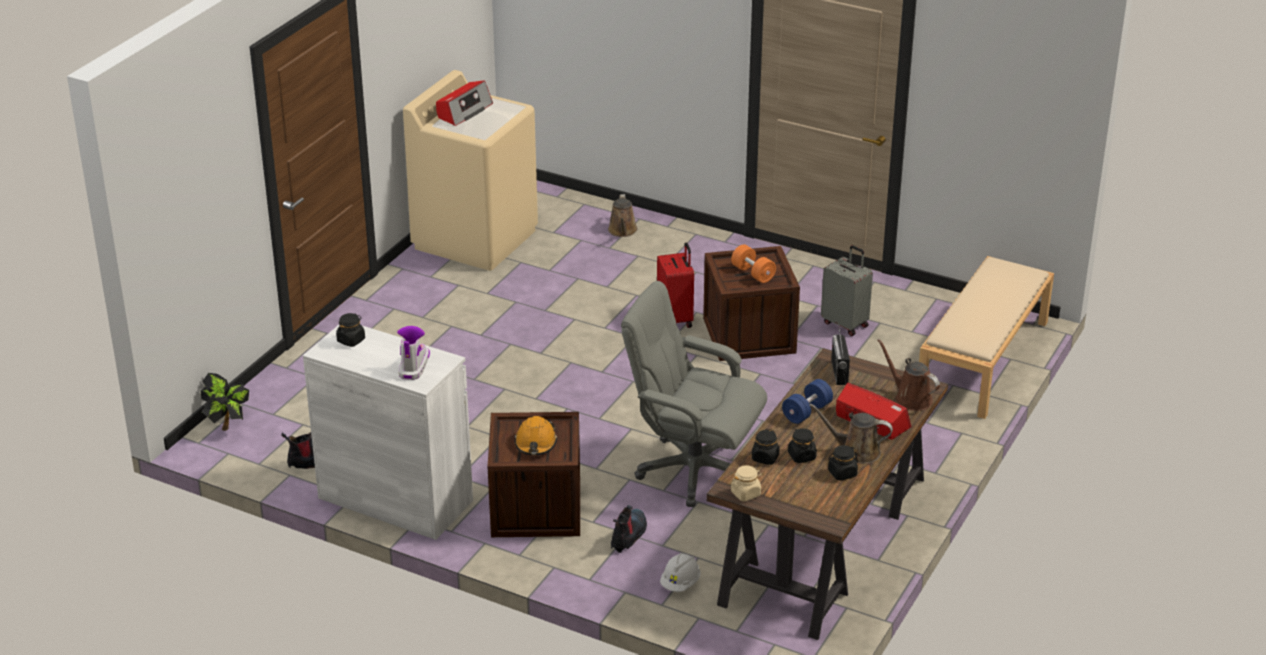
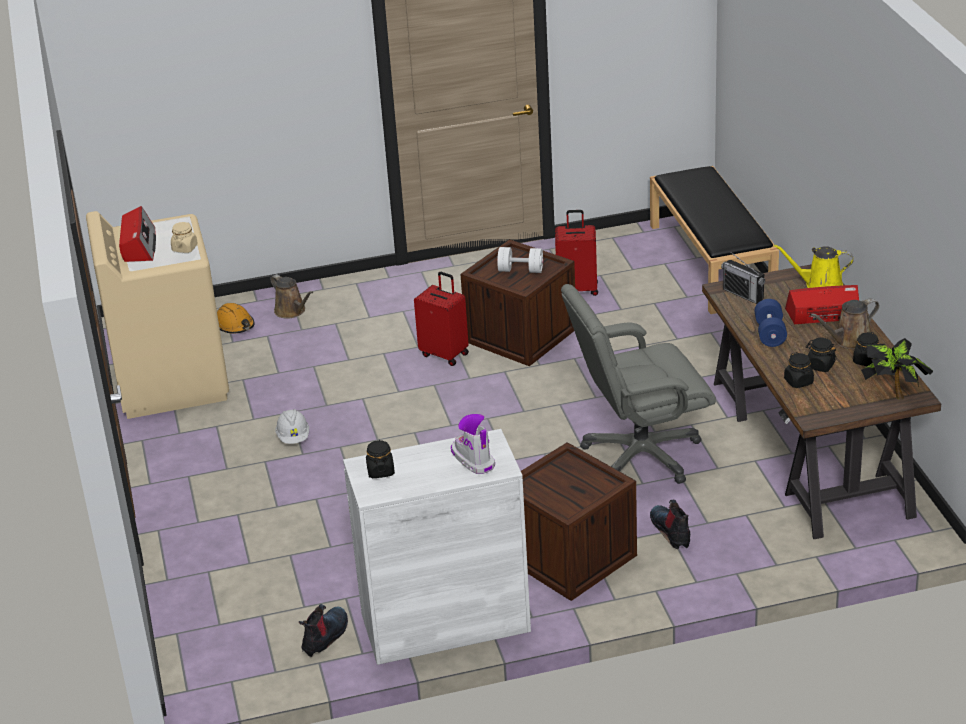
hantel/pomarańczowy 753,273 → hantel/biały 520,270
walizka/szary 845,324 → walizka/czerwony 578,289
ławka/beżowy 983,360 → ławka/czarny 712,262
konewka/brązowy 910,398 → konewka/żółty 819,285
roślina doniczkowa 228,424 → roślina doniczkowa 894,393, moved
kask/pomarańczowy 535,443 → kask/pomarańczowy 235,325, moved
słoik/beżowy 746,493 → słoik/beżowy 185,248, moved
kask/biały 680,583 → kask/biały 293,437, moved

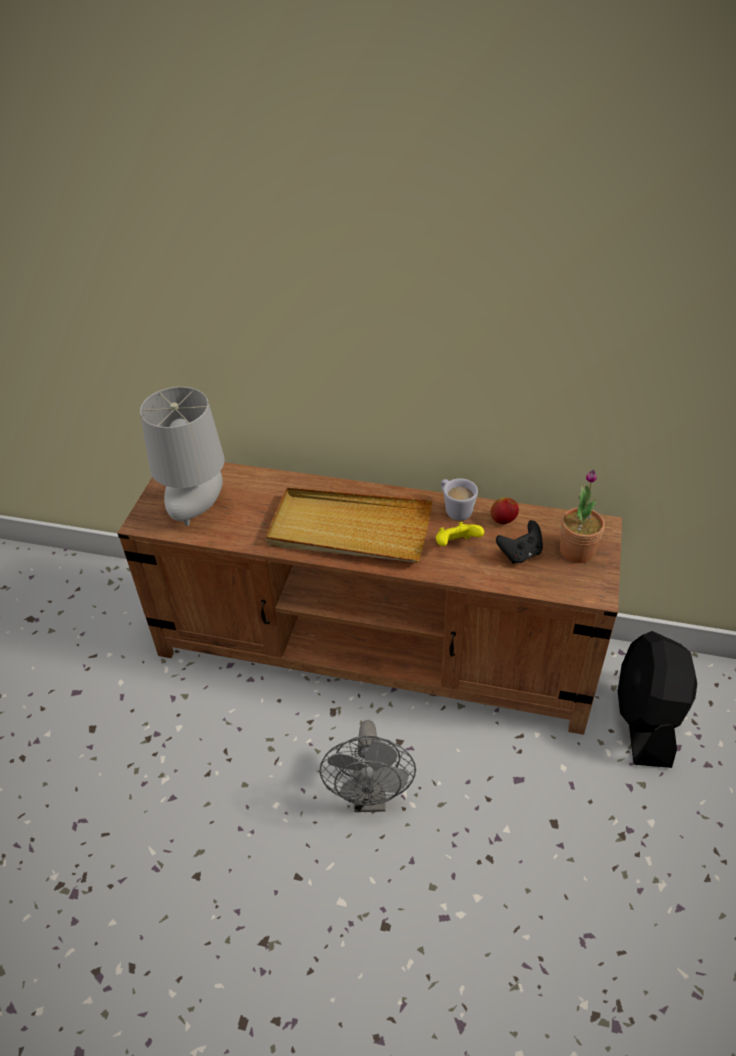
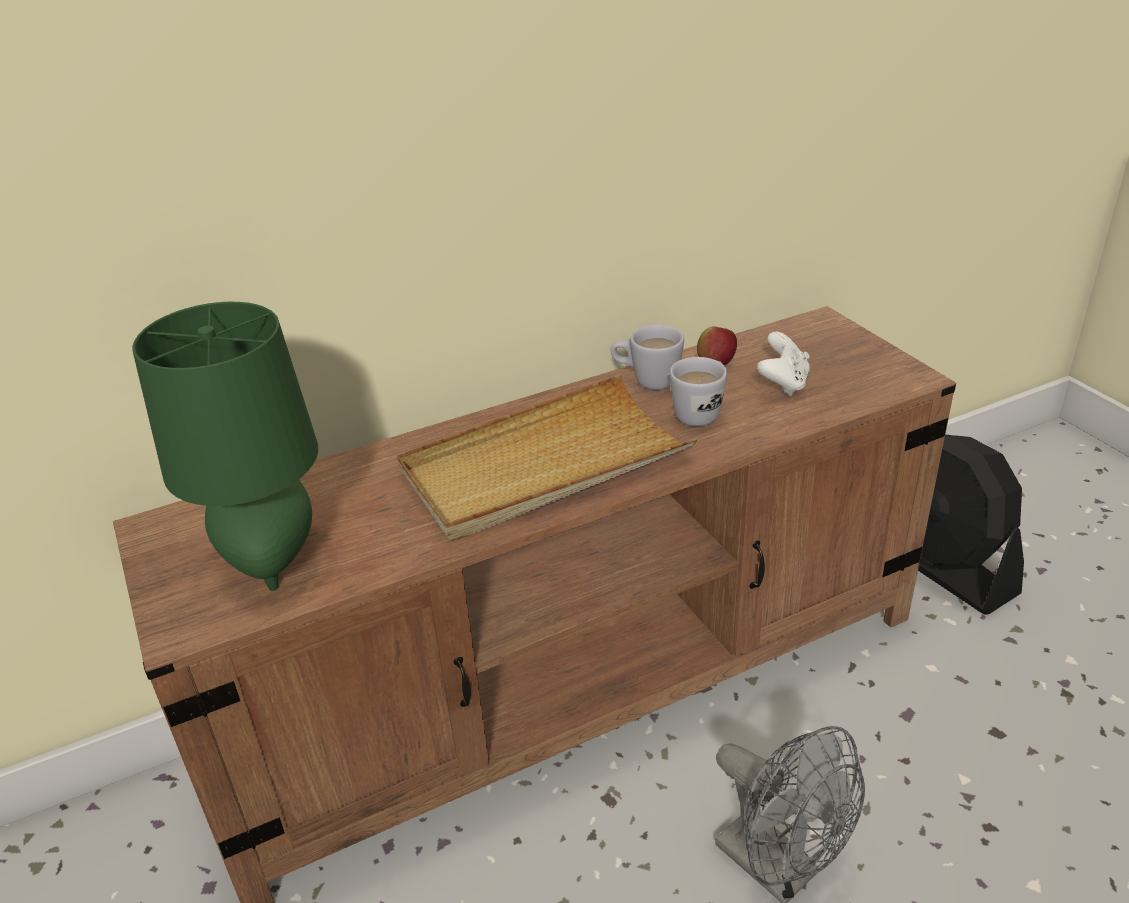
lampa stołowa/szary 198,510 → lampa stołowa/zielony 269,561
roślina doniczkowa 577,551 → -
pad do gier/czarny 520,554 → pad do gier/biały 783,384
pad do gier/żółty 456,545 → kubek/biały 701,412

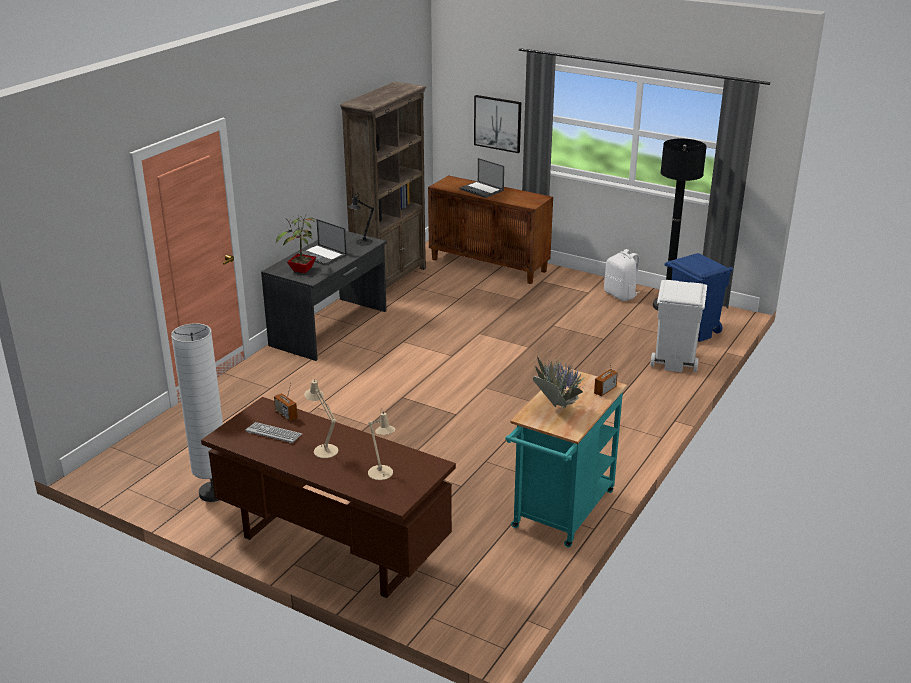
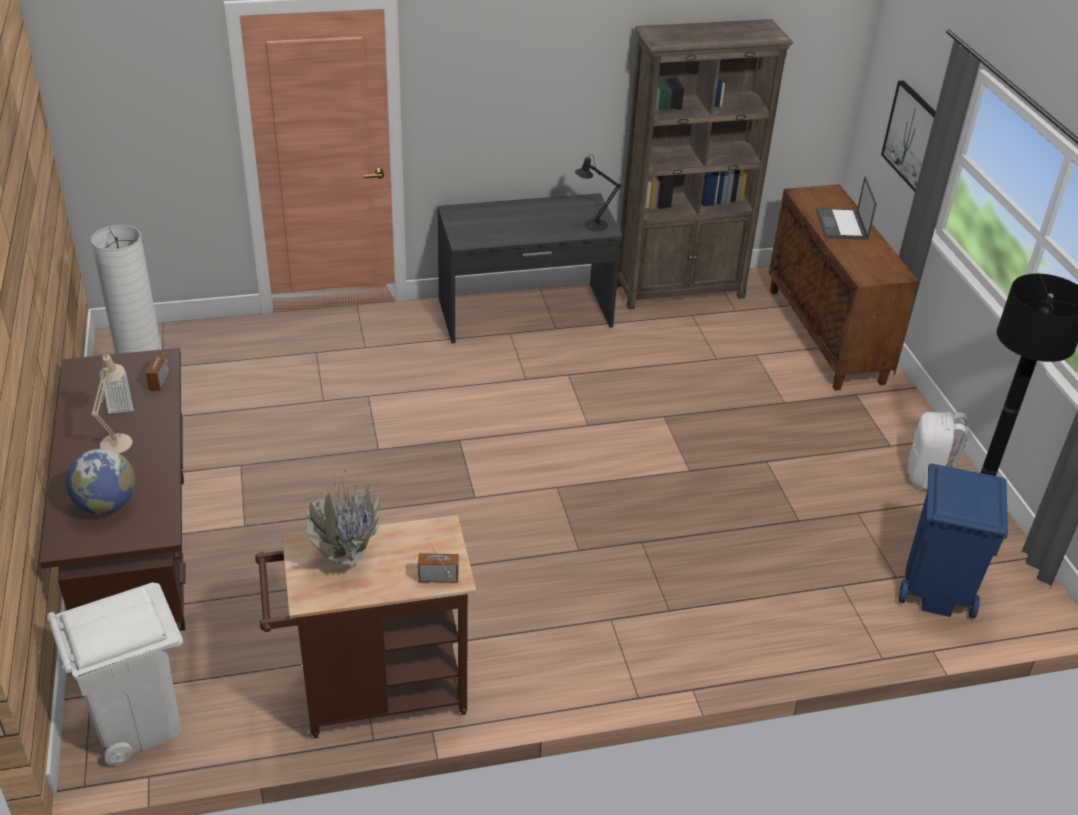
roślina doniczkowa 301,270 → -
laptop 322,255 → -
kosz na śmieci/biały 674,361 → kosz na śmieci/biały 137,721, moved
wózek/turkusowy 560,514 → wózek/brązowy 372,694
lampa stołowa/beżowy 382,474 → globus 106,505

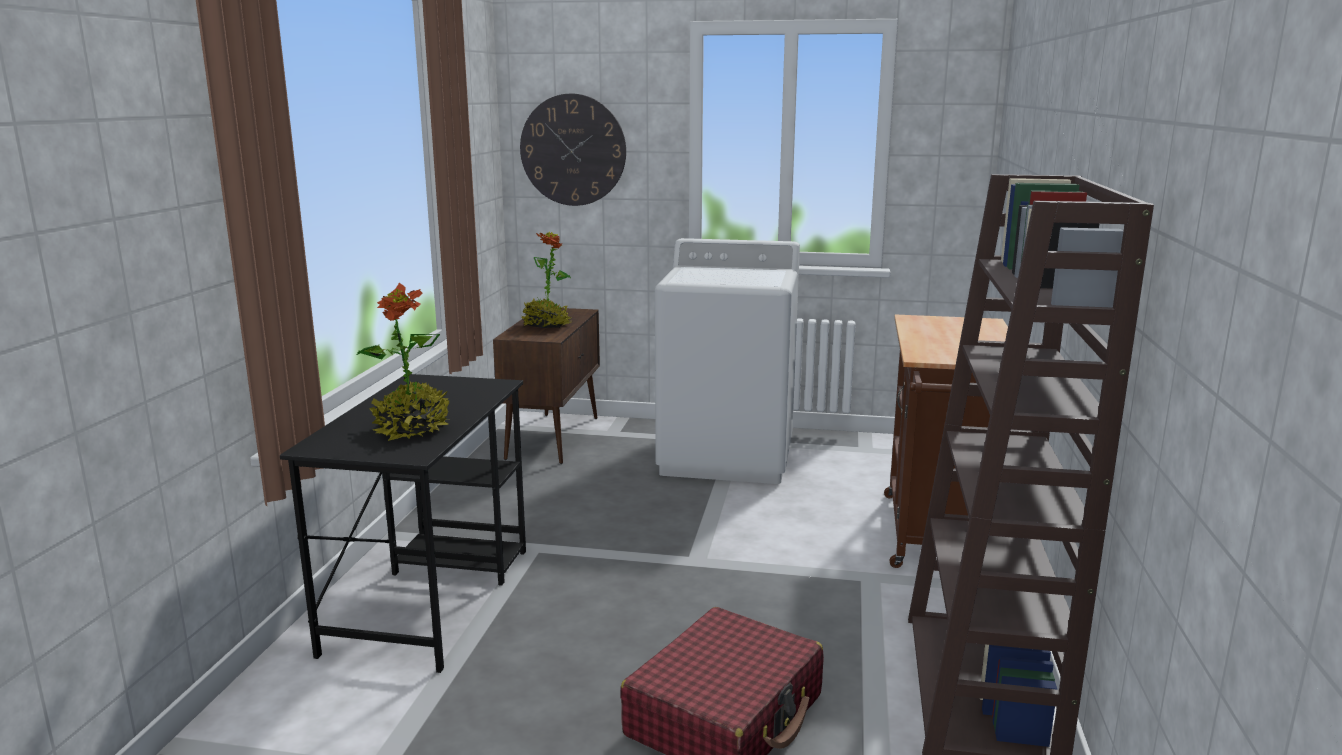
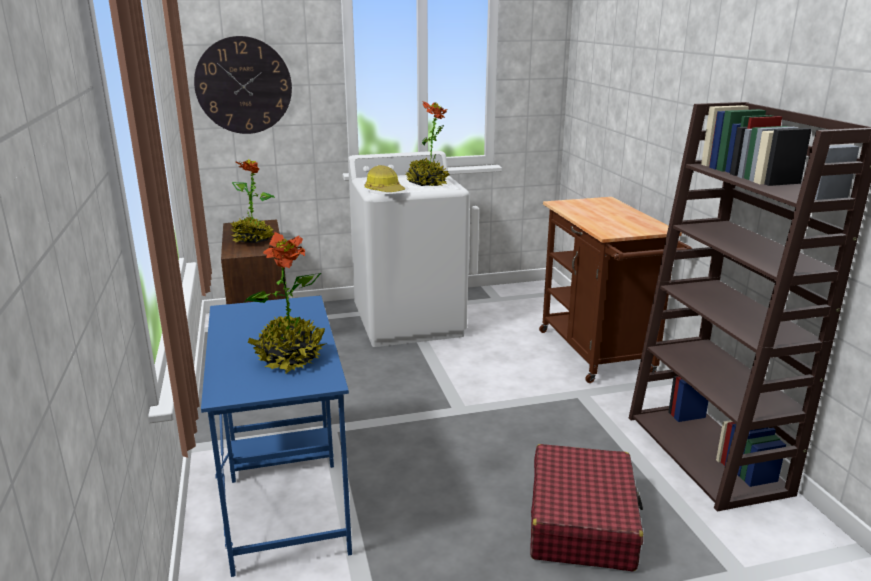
biurko/czarny 431,598 → biurko/niebieski 285,494
- → roślina doniczkowa 427,184
- → kask 385,191

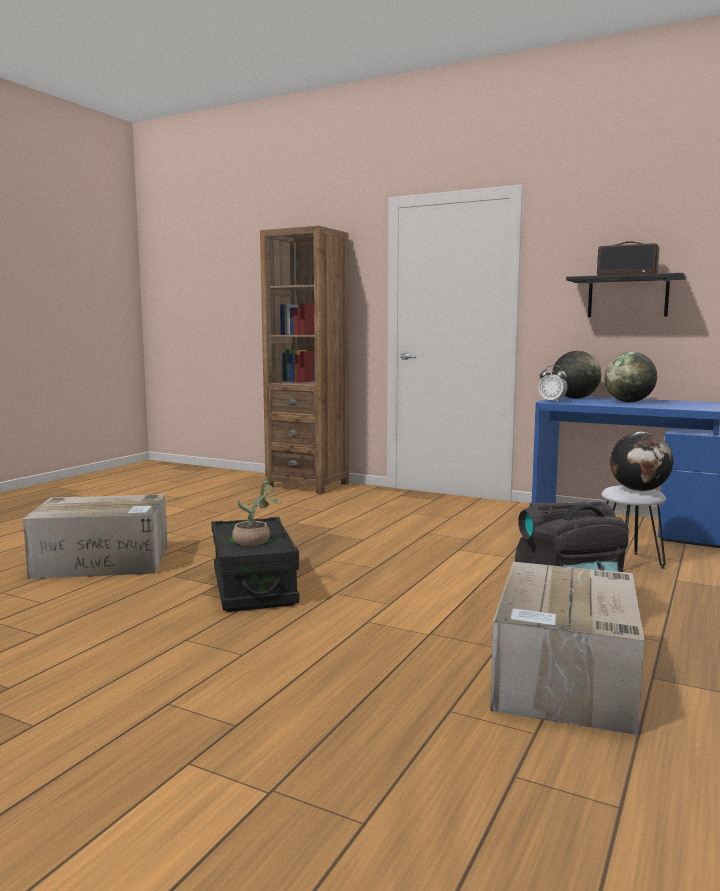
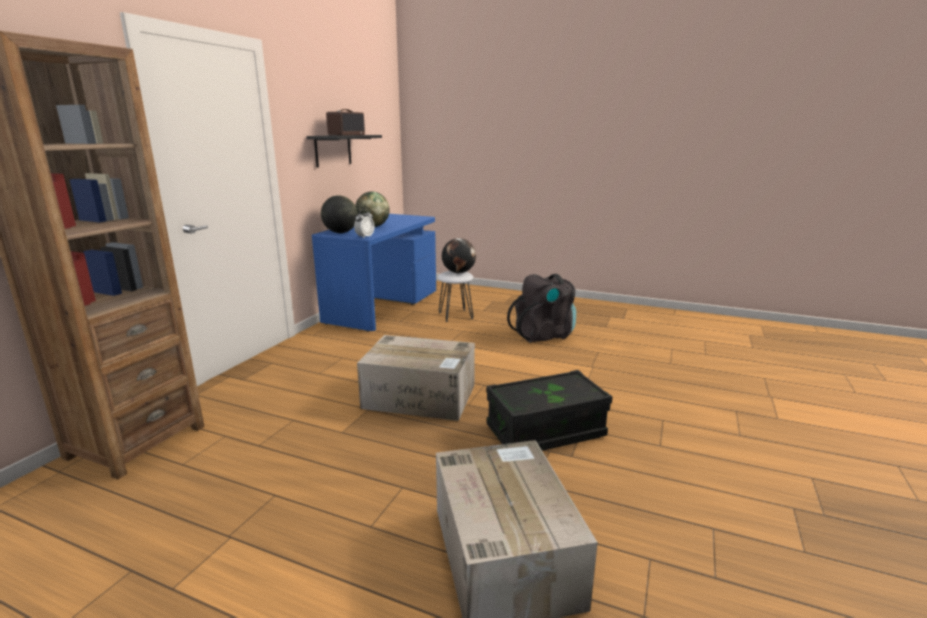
roślina doniczkowa 256,541 → -
karton 565,679 → karton 421,396, moved

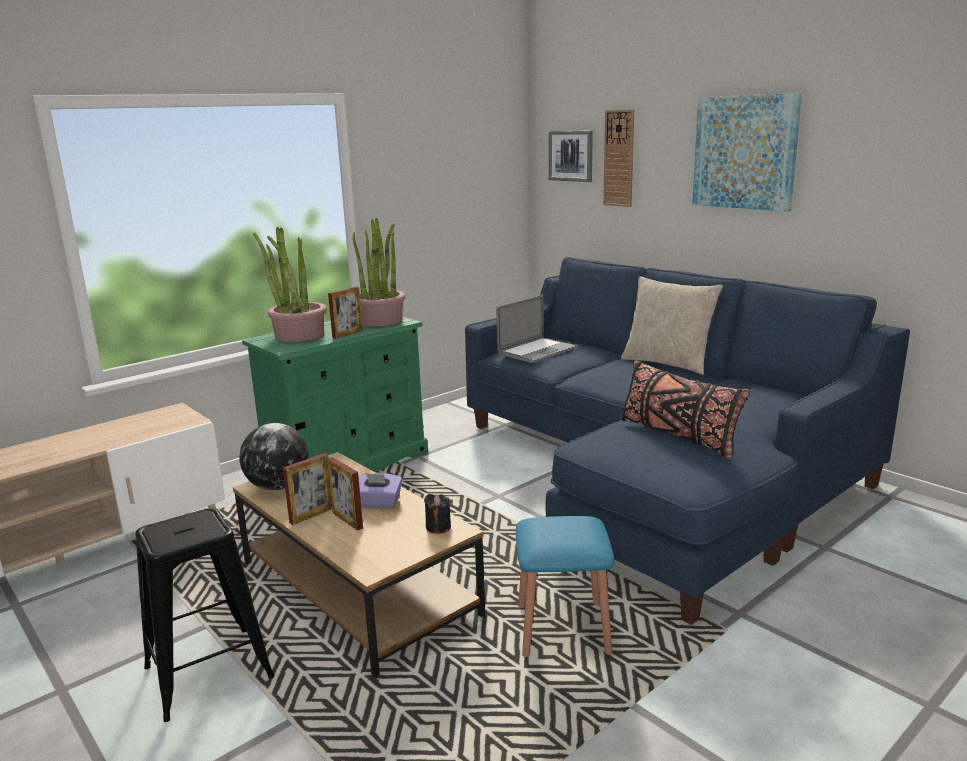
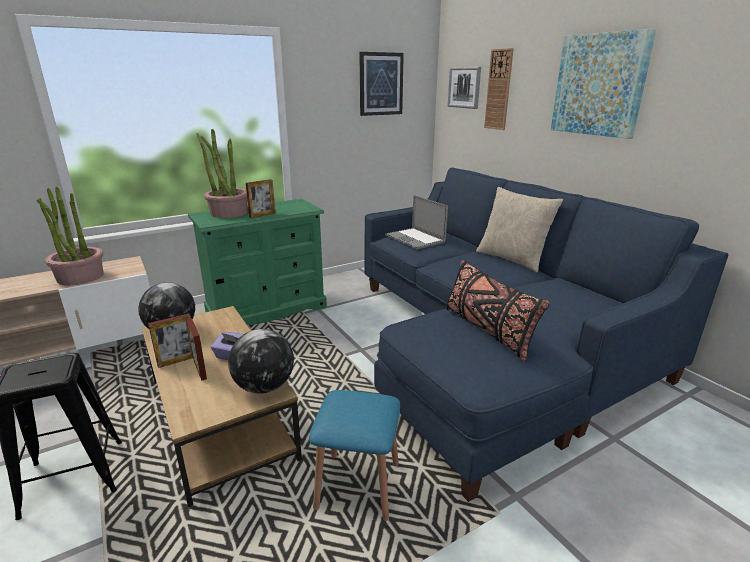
roślina doniczkowa 380,320 → roślina doniczkowa 80,277, moved
laptop 537,351 → laptop 415,238, 90 degrees clockwise
świeca/czarny 438,527 → globus 264,387
- → obraz 381,84

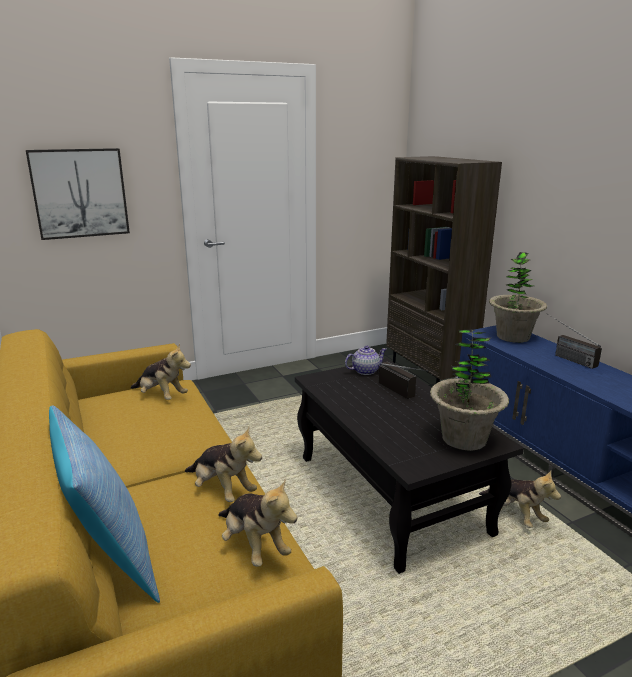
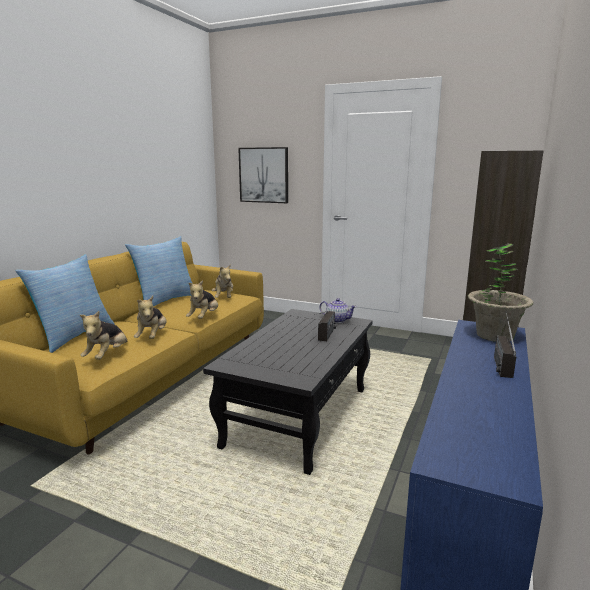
roślina doniczkowa 464,438 → -
pluszak 514,515 → pluszak 204,317, moved
- → poduszka 165,300

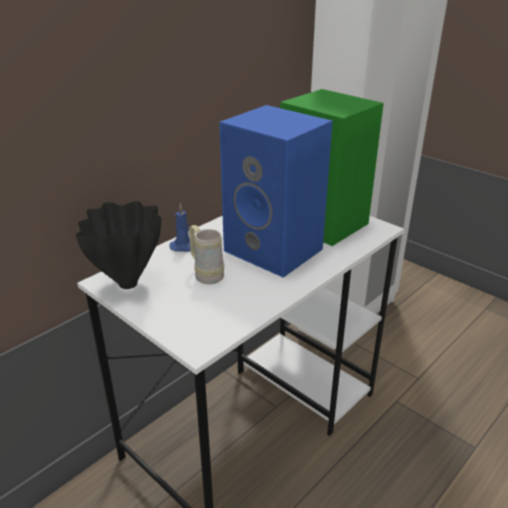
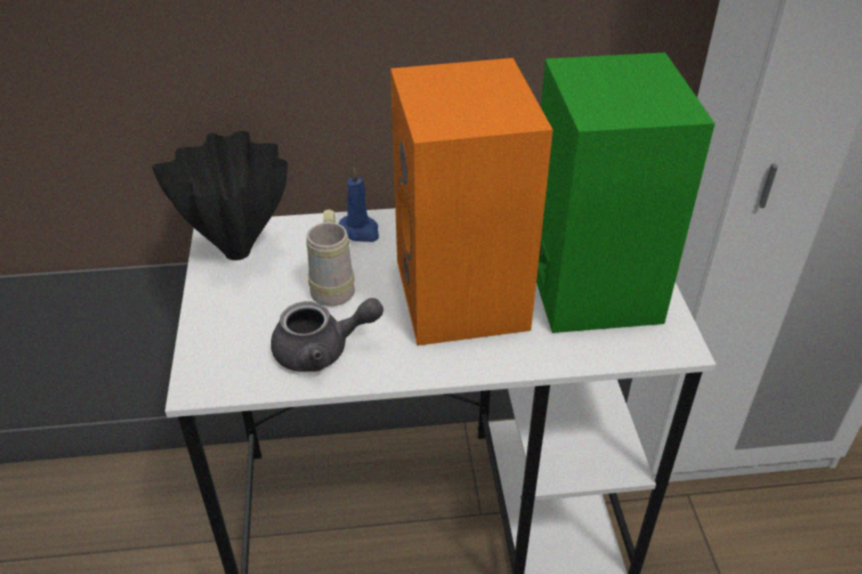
głośnik/niebieski 276,250 → głośnik/pomarańczowy 465,297
- → imbryk/szary 322,350

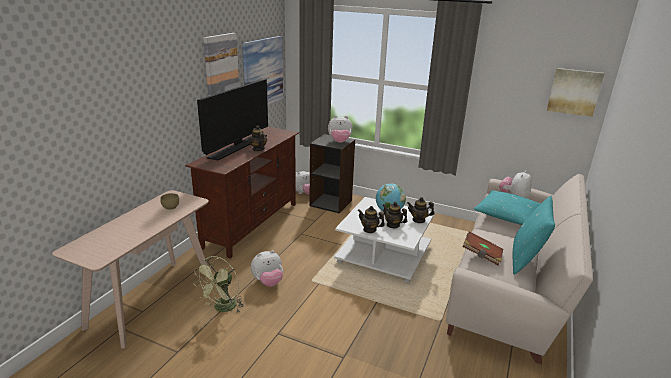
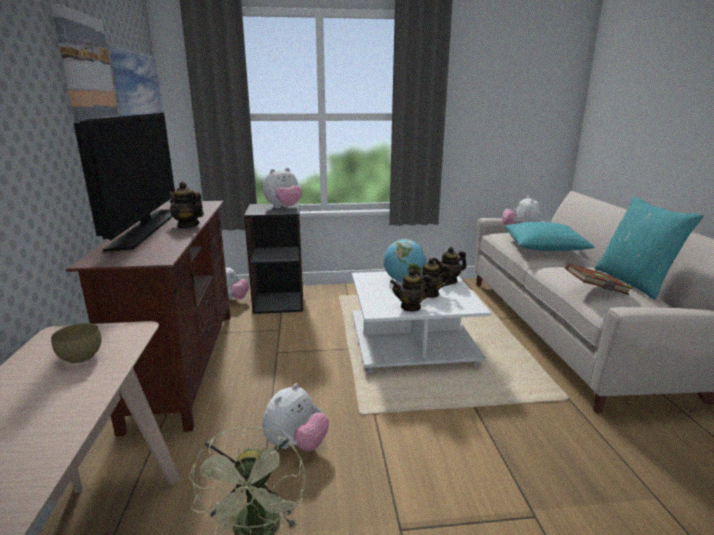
obraz 574,91 → -

